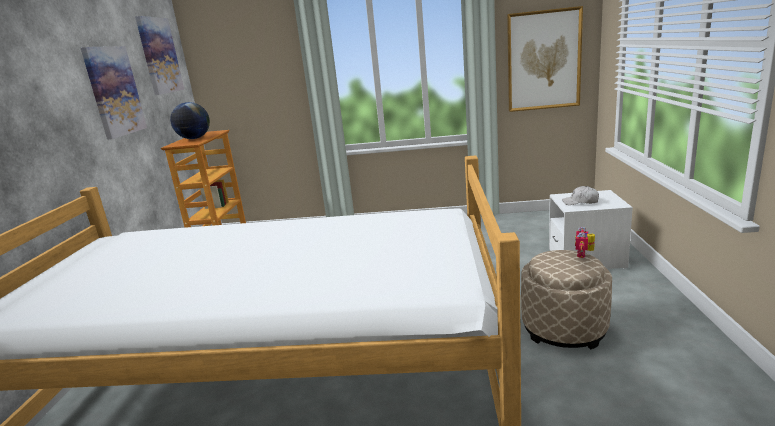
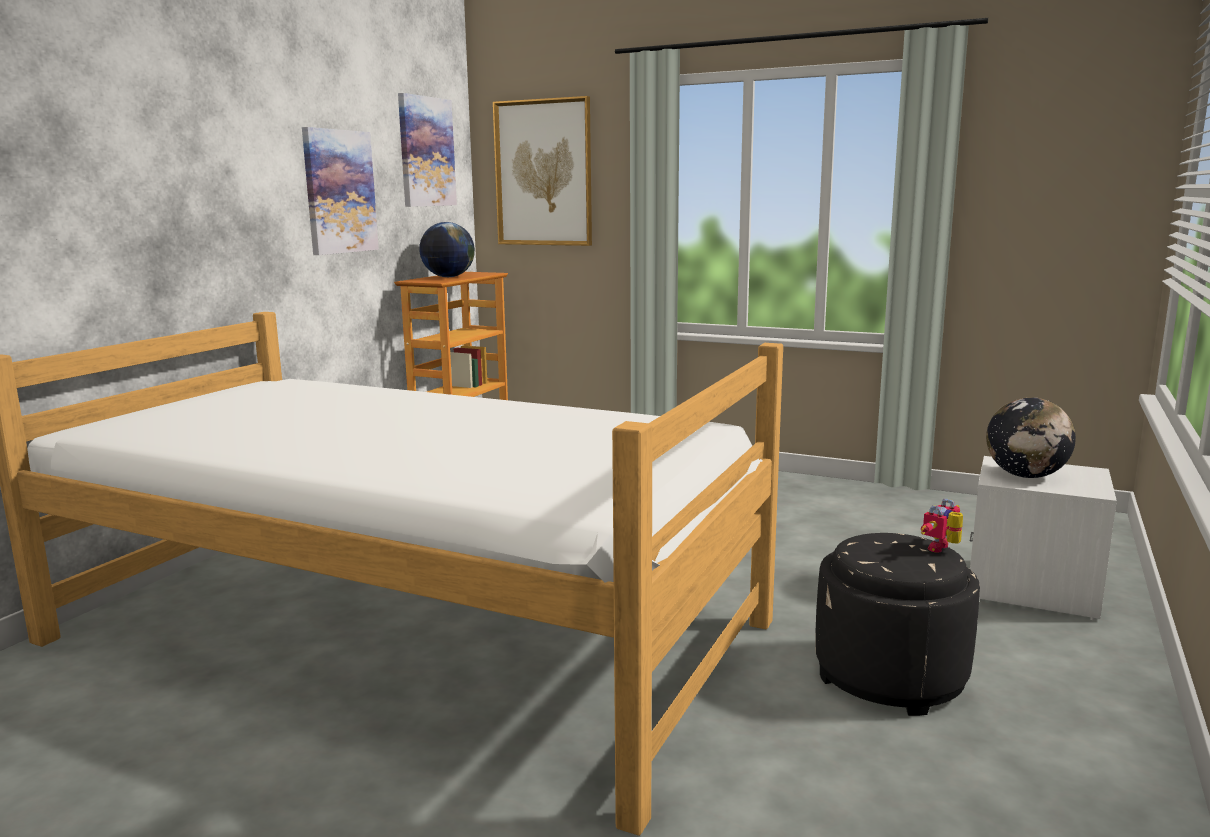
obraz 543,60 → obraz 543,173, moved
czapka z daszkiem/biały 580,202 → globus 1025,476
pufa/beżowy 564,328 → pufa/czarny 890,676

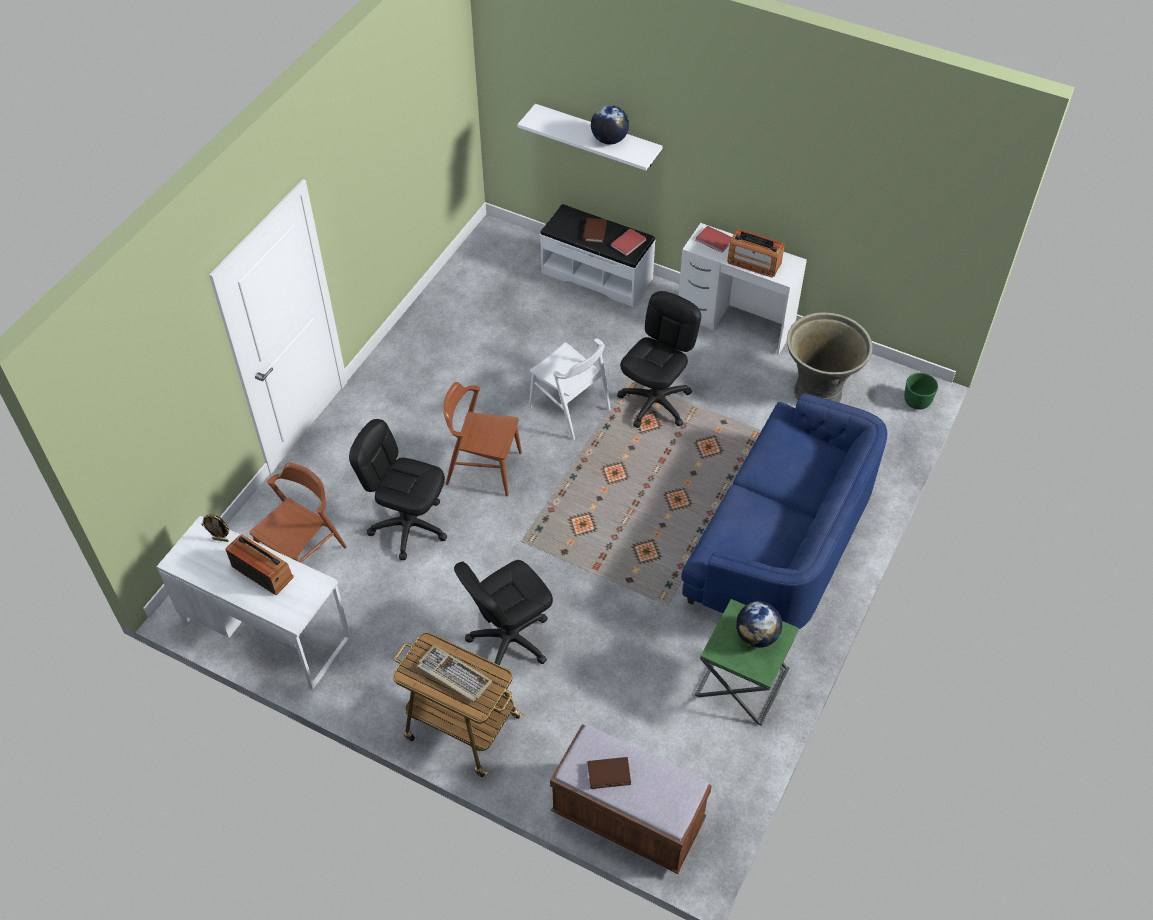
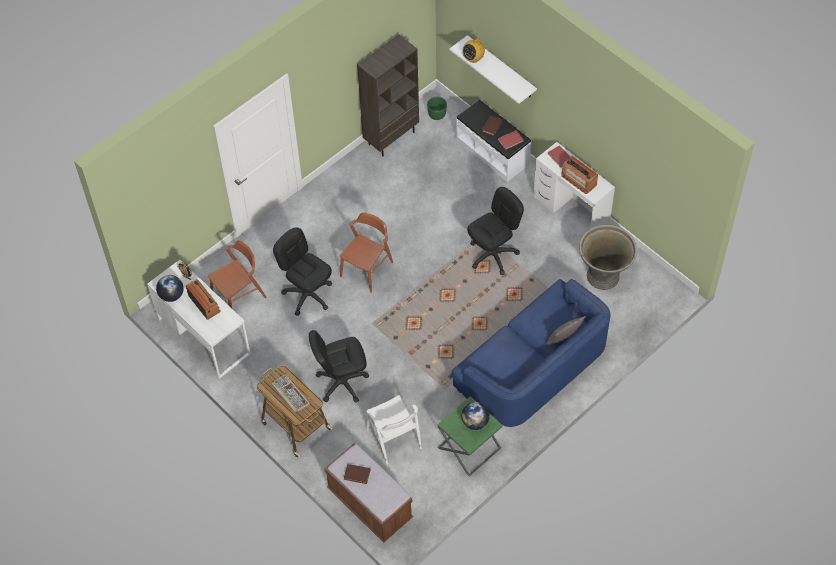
globus 609,140 → globus 171,295, moved
krzesło/biały 570,408 → krzesło/biały 394,439, moved
donica/zielony 916,402 → donica/zielony 436,115, moved
krzesło/brązowy 483,468 → krzesło/brązowy 367,269, 90 degrees clockwise
- → regał/brązowy 391,137
- → radio 473,58
- → poduszka 563,339

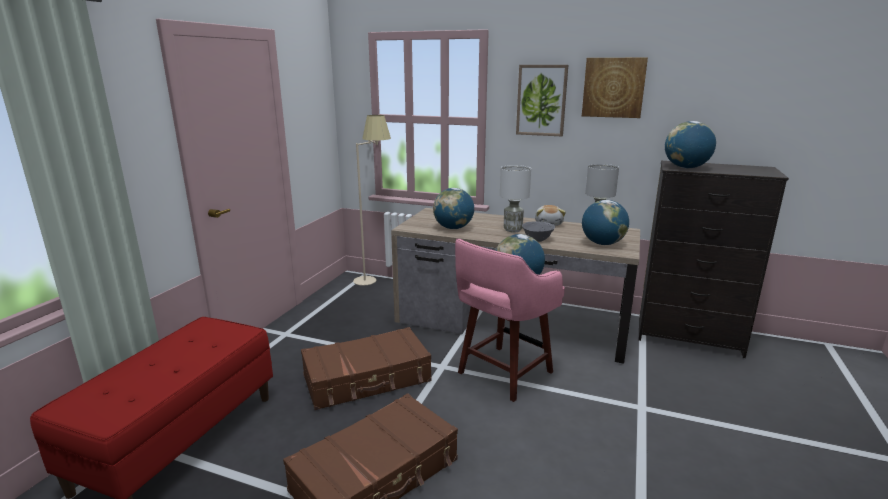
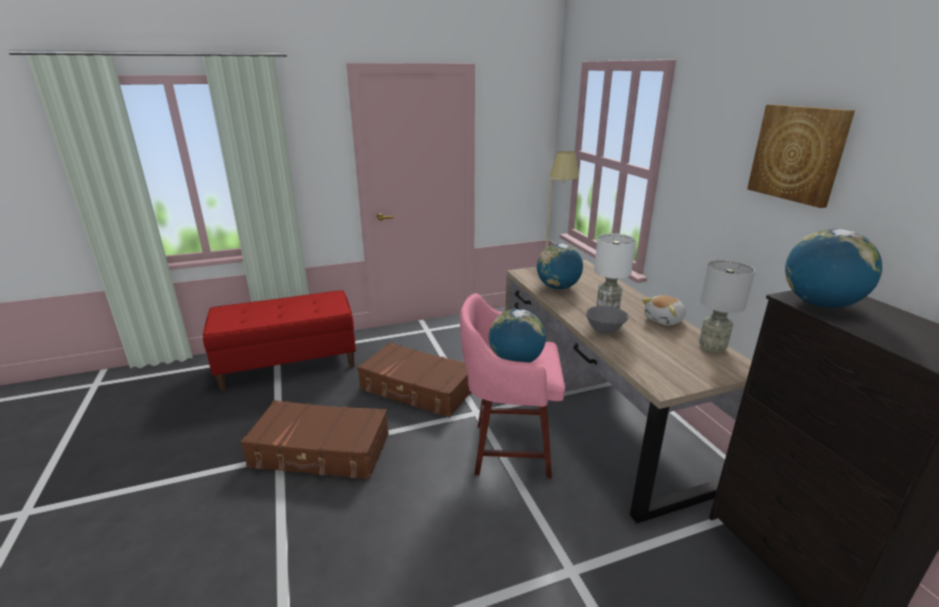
obraz 541,100 → -
globus 602,243 → -

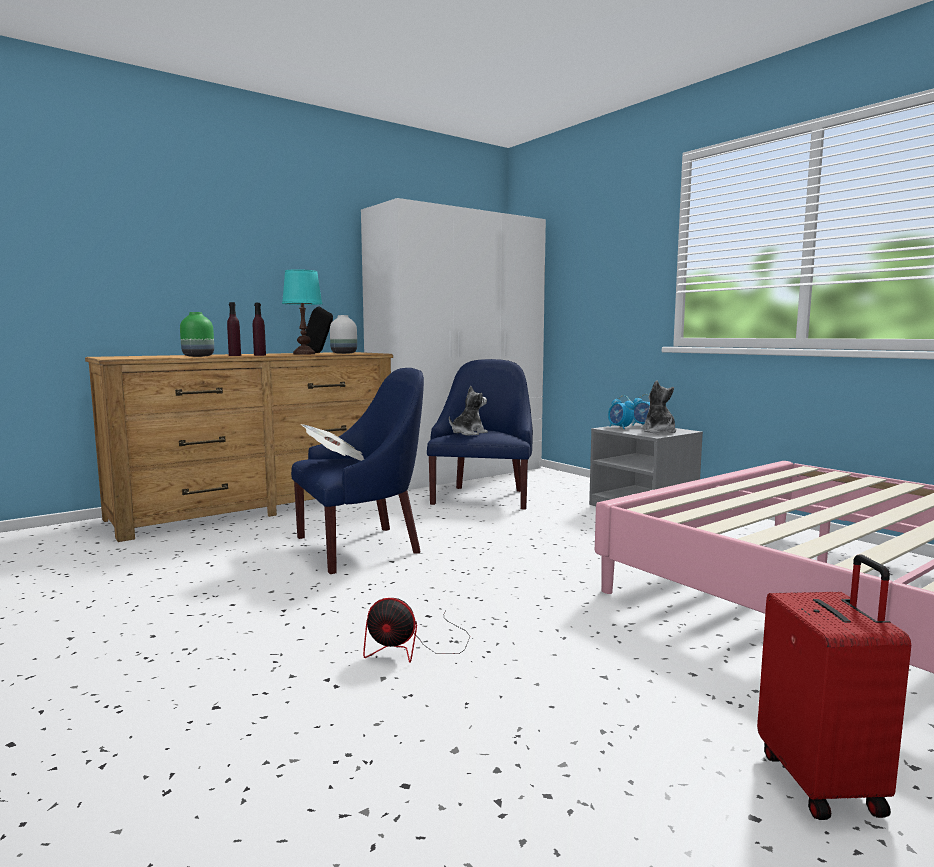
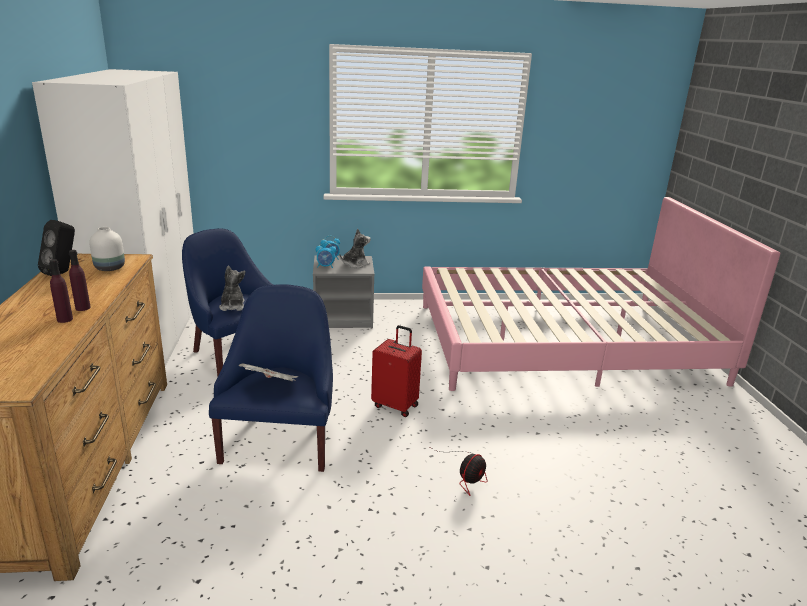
lampa stołowa/turkusowy 304,354 → -
wazon/zielony 197,356 → -
pluszak 658,431 → pluszak 355,264, 120 degrees clockwise
walizka/czerwony 823,782 → walizka/czerwony 396,405, moved

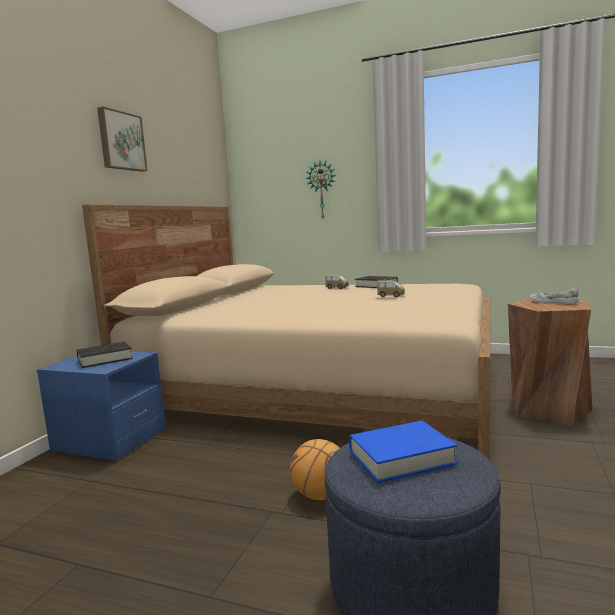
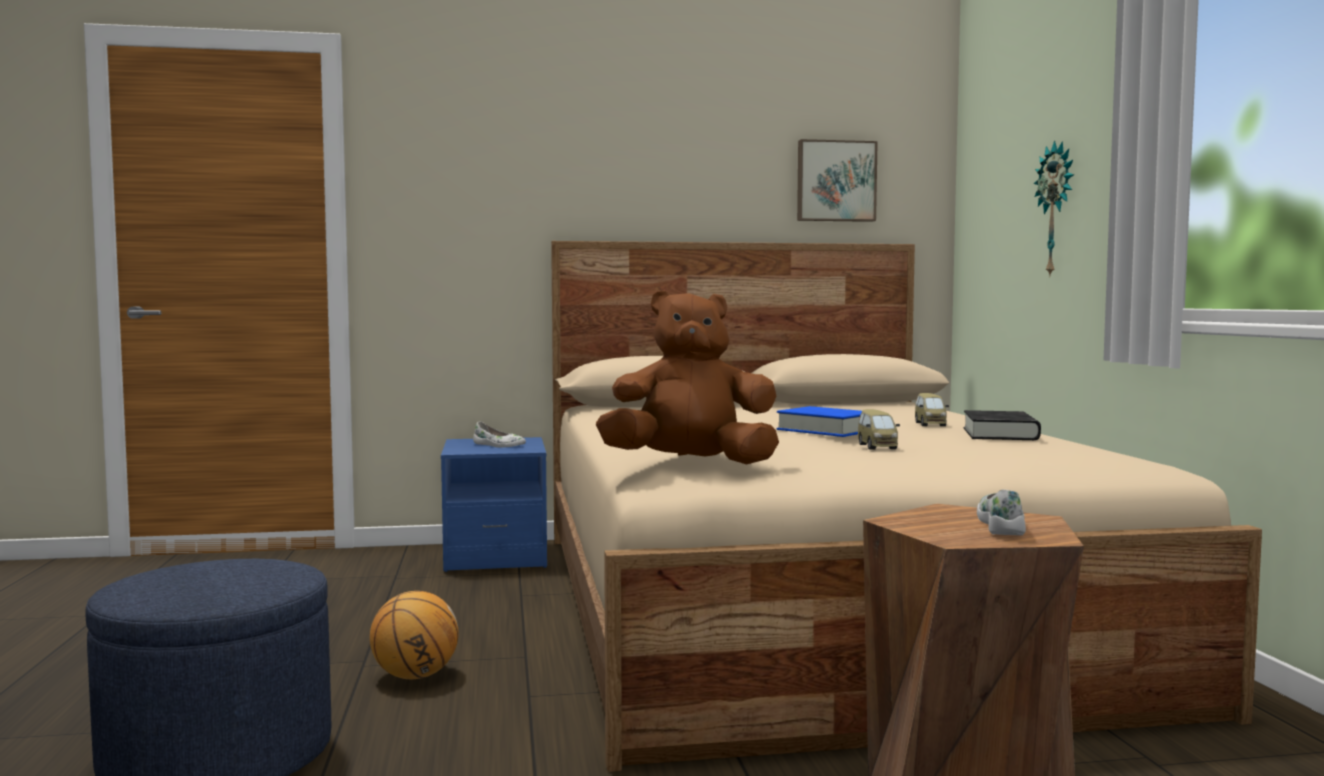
obraz 121,141 → obraz 835,181, moved
książka/czarny 105,359 → but/biały 498,445
książka/niebieski 401,457 → książka/niebieski 827,430, moved
- → pluszak/brązowy 690,464

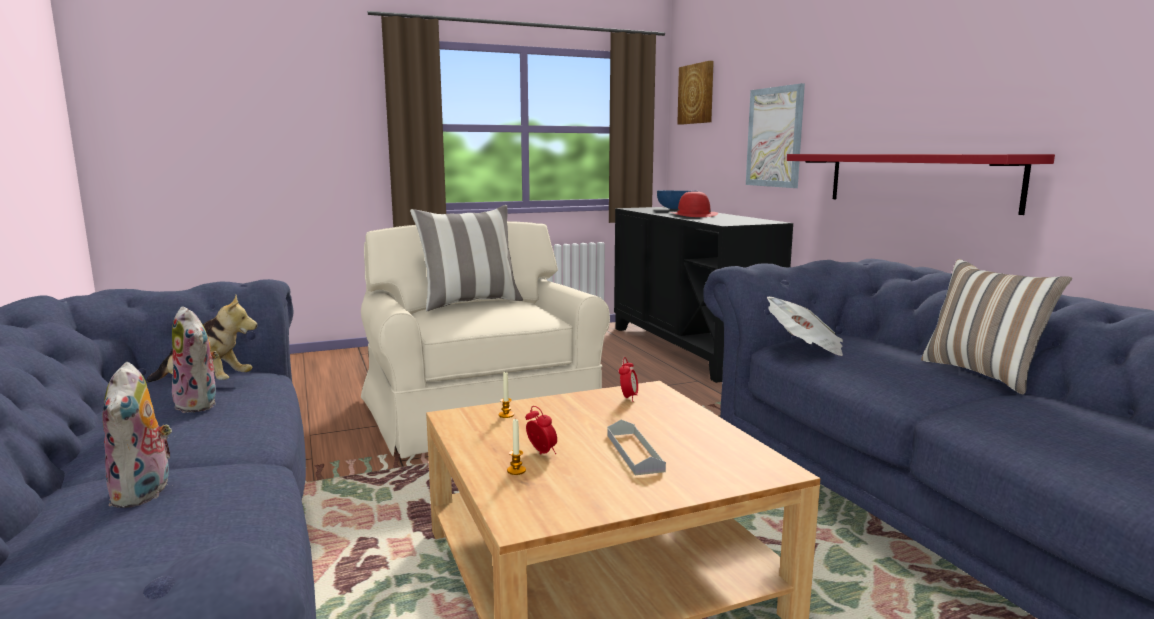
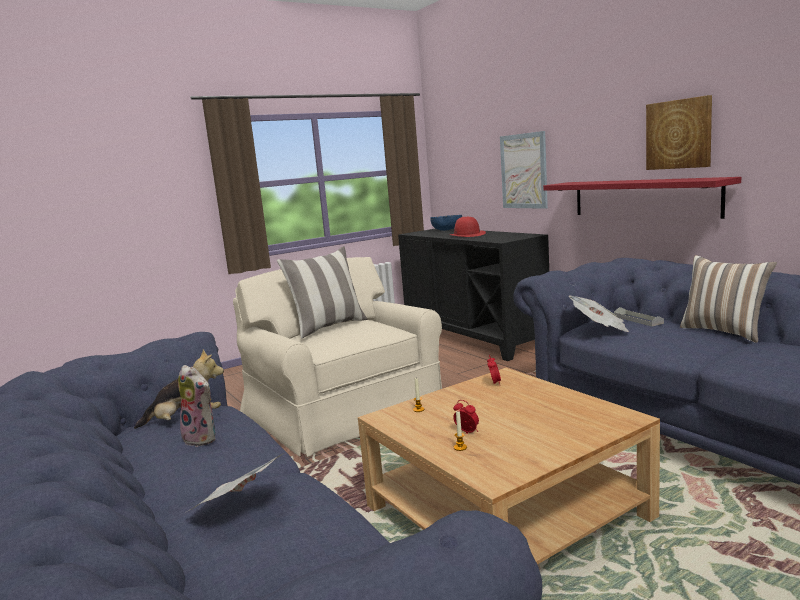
obraz 697,94 → obraz 679,134, moved
pluszak 145,494 → gazeta 238,508
taca/szary 634,452 → taca/szary 638,320, moved

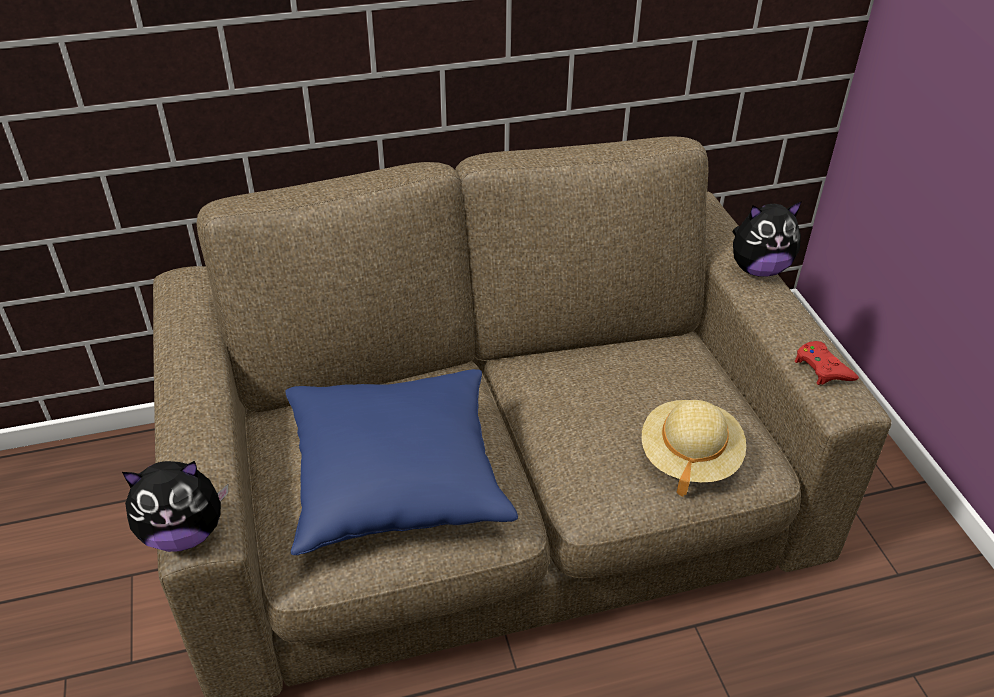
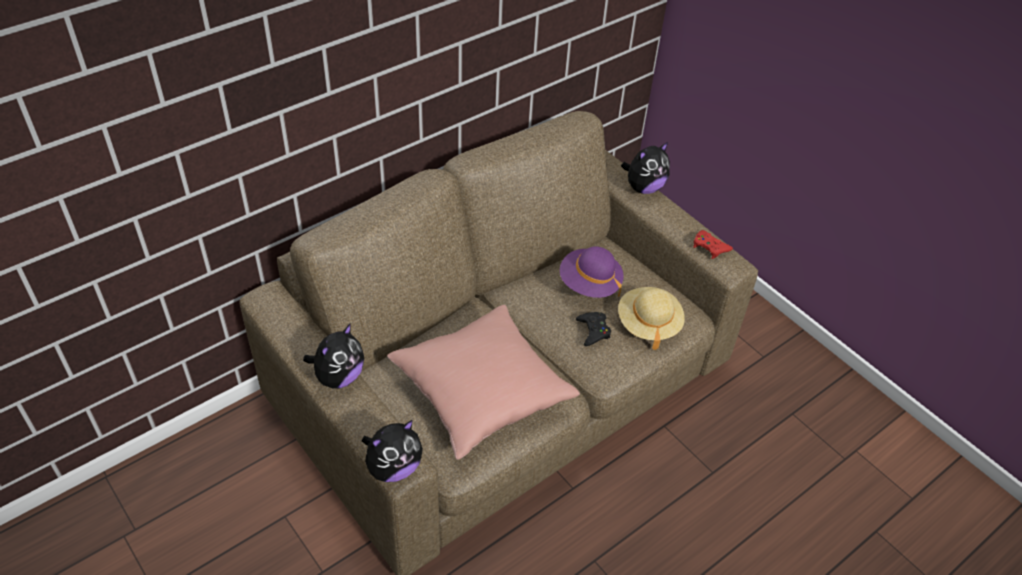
poduszka/niebieski 397,477 → poduszka/różowy 481,391
- → kapelusz/fioletowy 589,284
- → pad do gier/czarny 593,331
- → pluszak 338,377

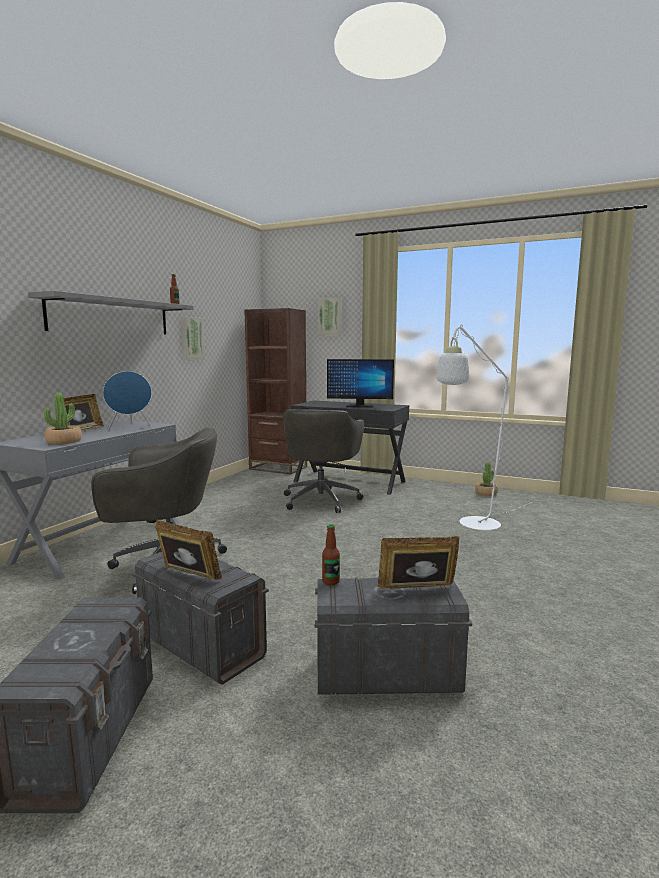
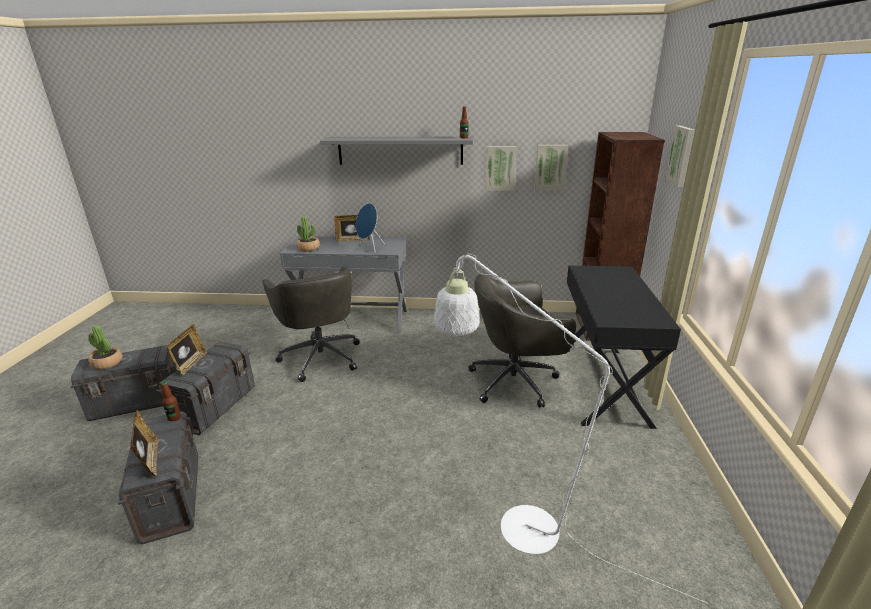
monitor 359,406 → -
roślina doniczkowa 486,493 → roślina doniczkowa 107,363, moved
- → obraz 550,167

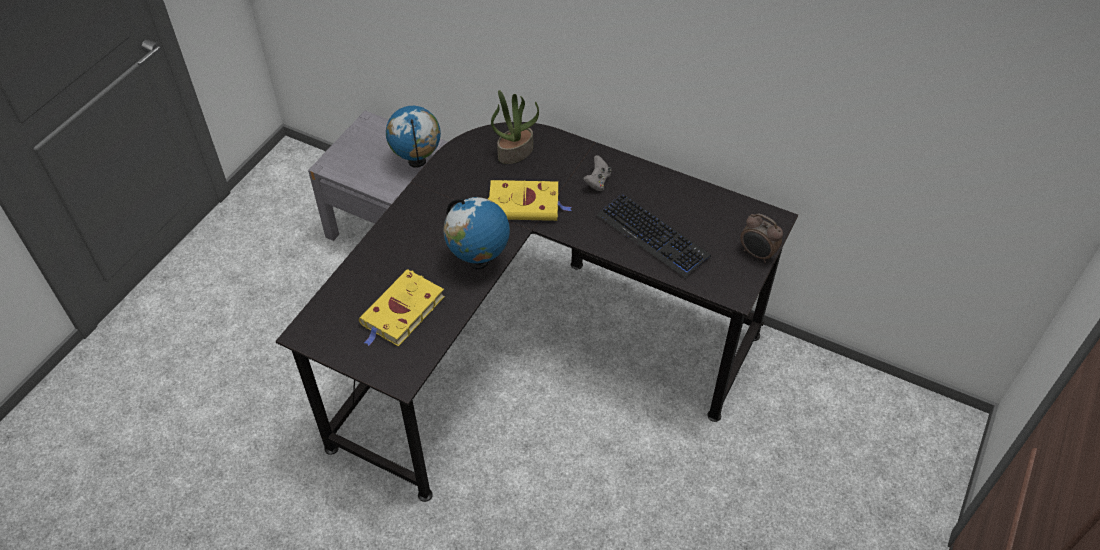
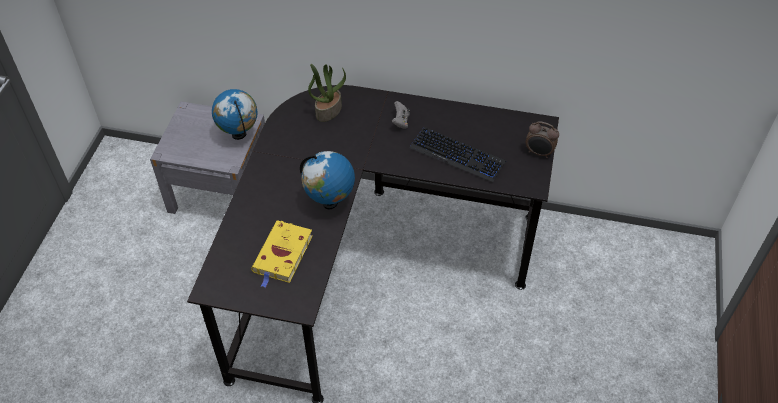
książka/żółty 526,204 → -

